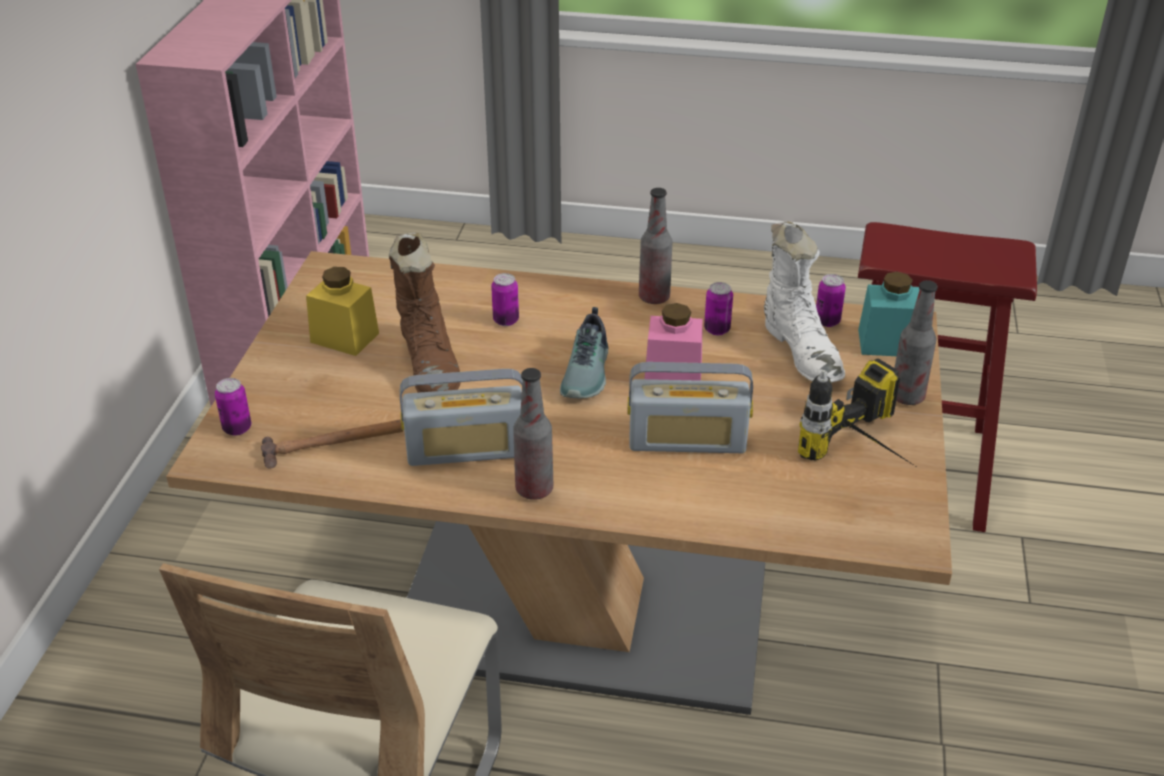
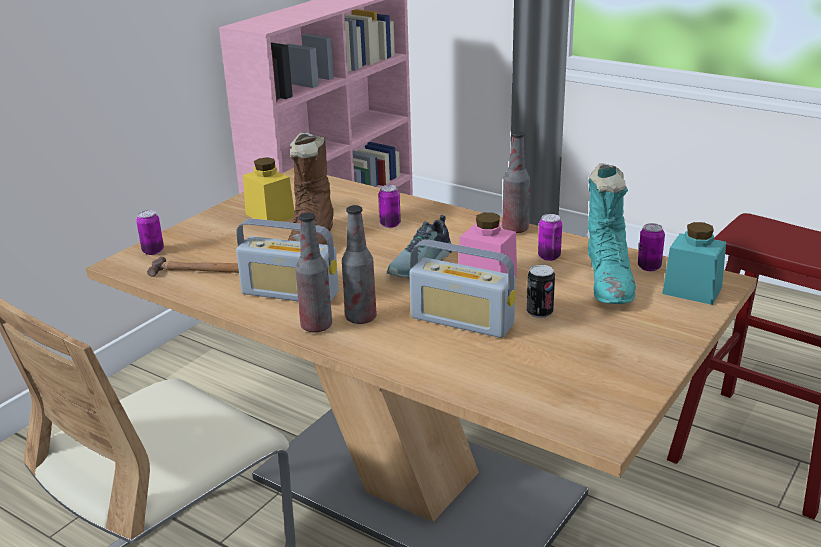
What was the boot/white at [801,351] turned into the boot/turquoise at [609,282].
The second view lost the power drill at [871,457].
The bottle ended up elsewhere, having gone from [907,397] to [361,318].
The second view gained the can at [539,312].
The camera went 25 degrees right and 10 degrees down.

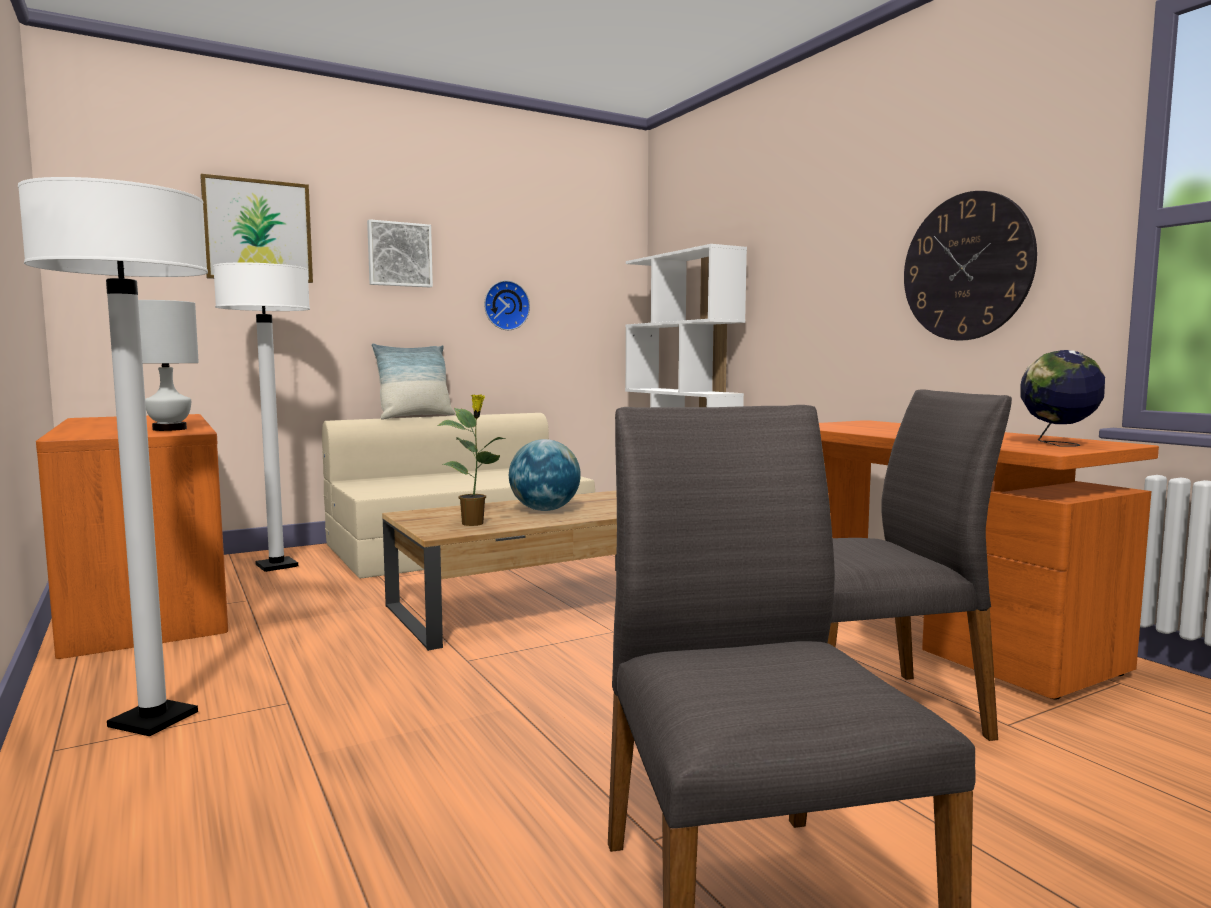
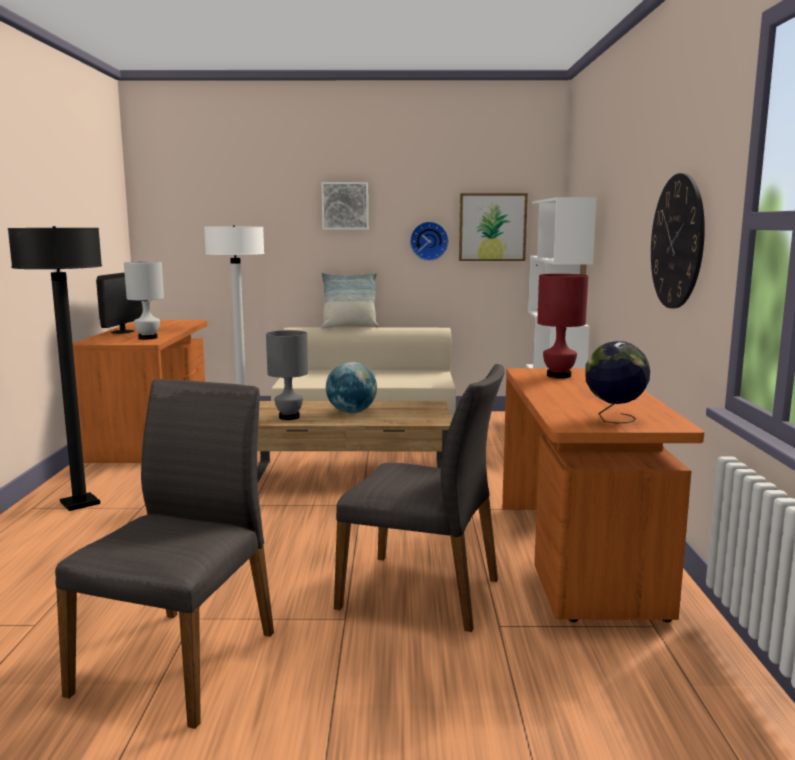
What was the floor lamp/white at [153,720] turned into the floor lamp/black at [80,503].
The picture ended up elsewhere, having gone from [258,231] to [492,227].
Where the potted plant stood at [474,523], the table lamp/grey came to stand at [289,417].
The second view gained the monitor at [122,332].
The second view gained the table lamp/red at [558,375].
The camera went 30 degrees right and 5 degrees up.

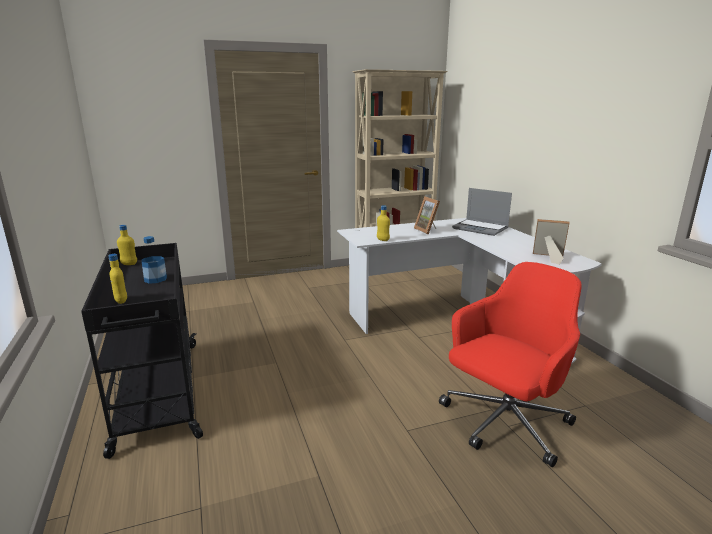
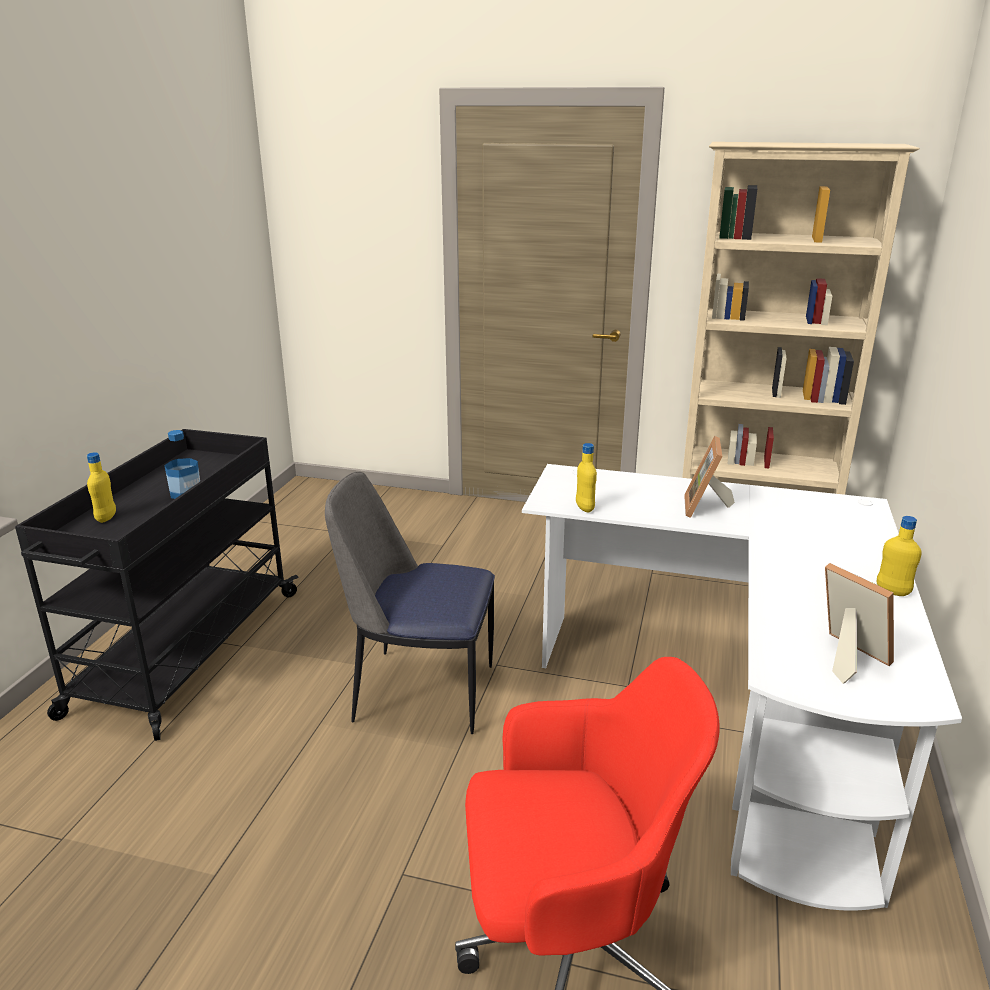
The bottle/yellow ended up elsewhere, having gone from [129,264] to [892,592].
The second view lost the laptop at [481,228].
The second view gained the chair at [419,691].
The camera went 35 degrees right and 5 degrees up.

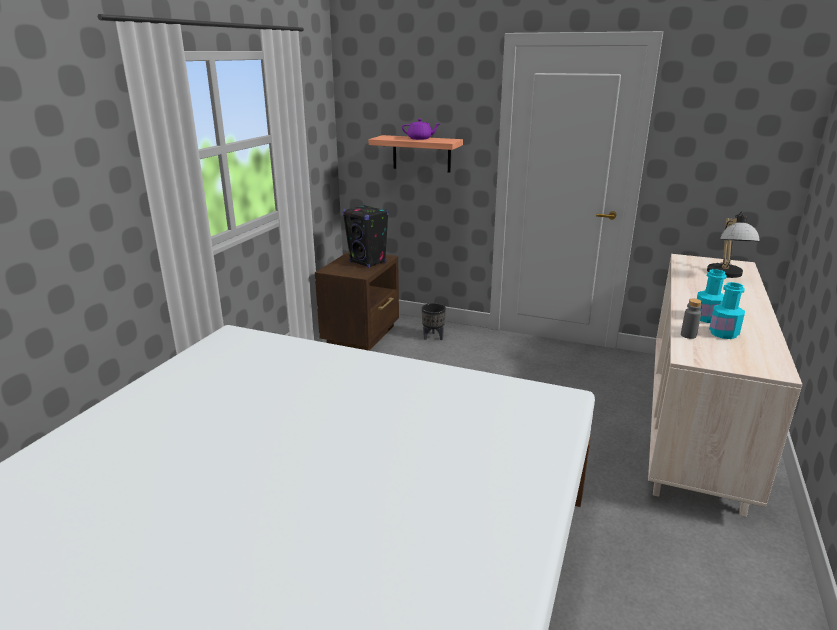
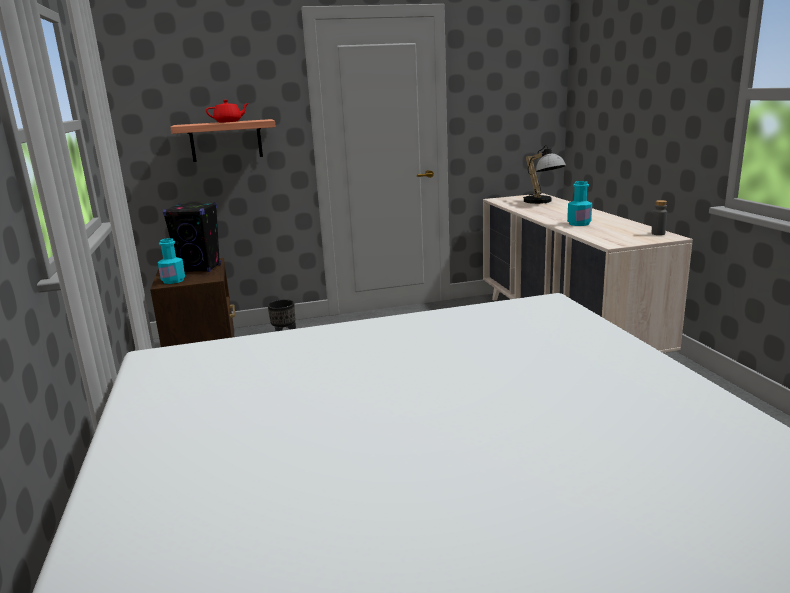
What was the teapot/purple at [420,139] turned into the teapot/red at [229,122].
The bottle/grey ended up elsewhere, having gone from [688,335] to [658,233].
The bottle/turquoise ended up elsewhere, having gone from [723,333] to [173,280].
The camera went 35 degrees left and 5 degrees down.

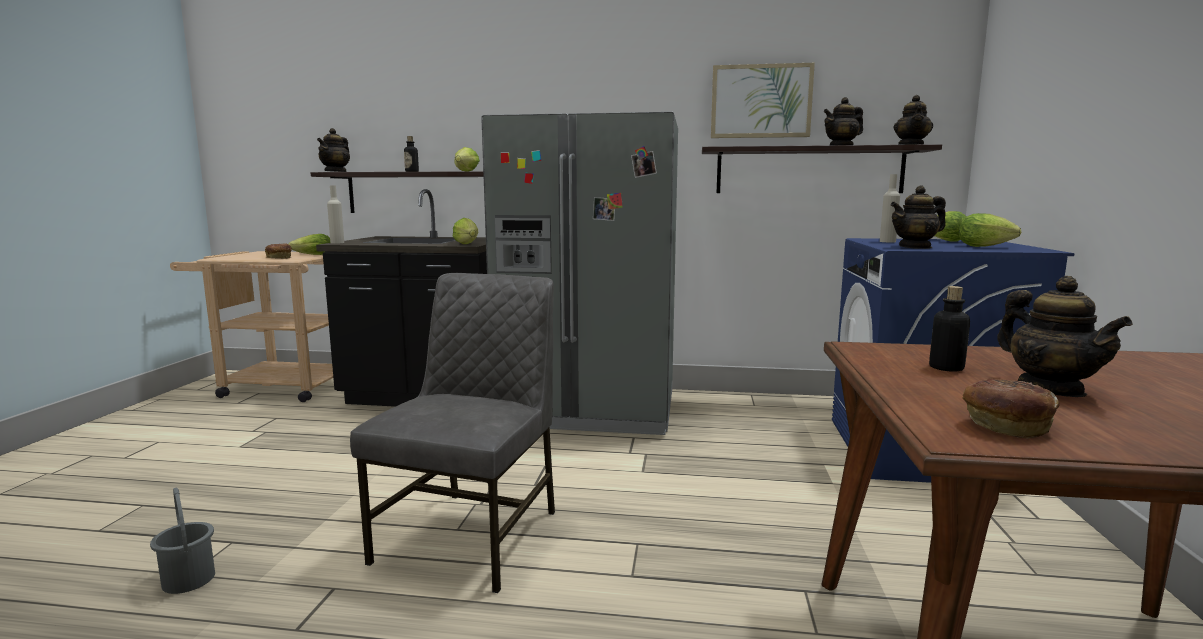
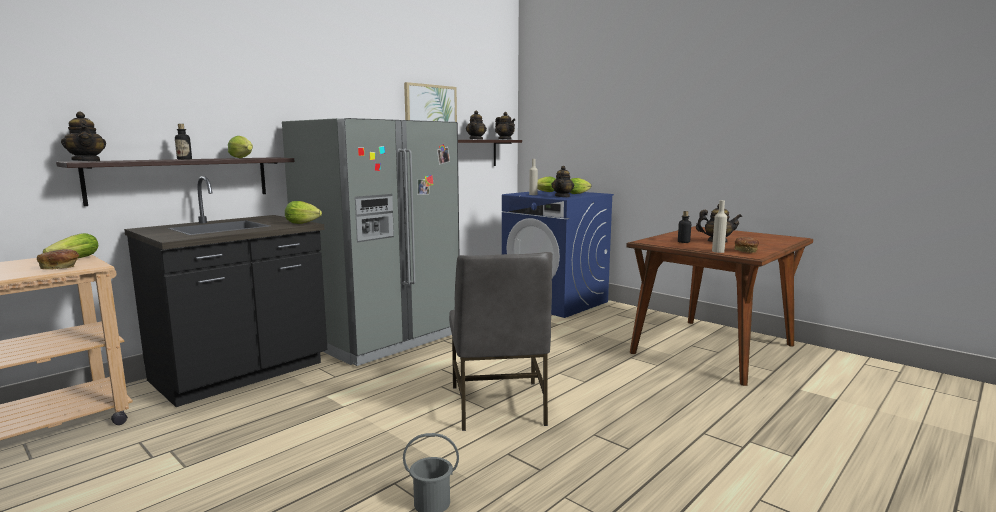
The bottle/beige ended up elsewhere, having gone from [337,243] to [718,251].
The chair/grey at [473,535] ended up facing another way, 150 degrees counterclockwise from before.
The camera went 55 degrees left and 0 degrees up.

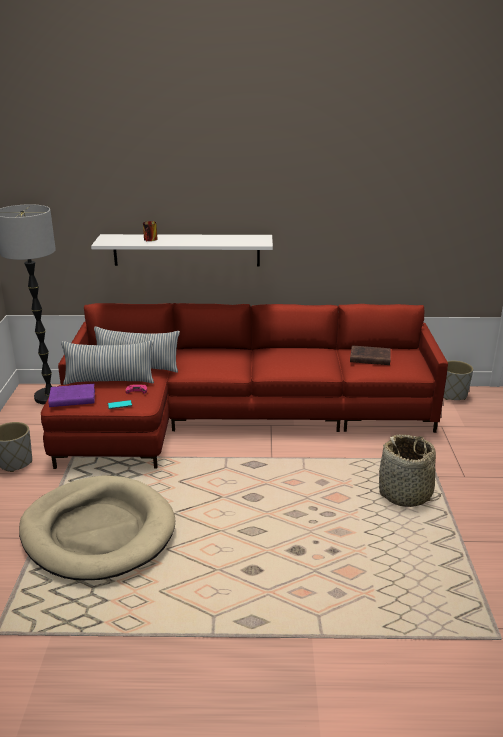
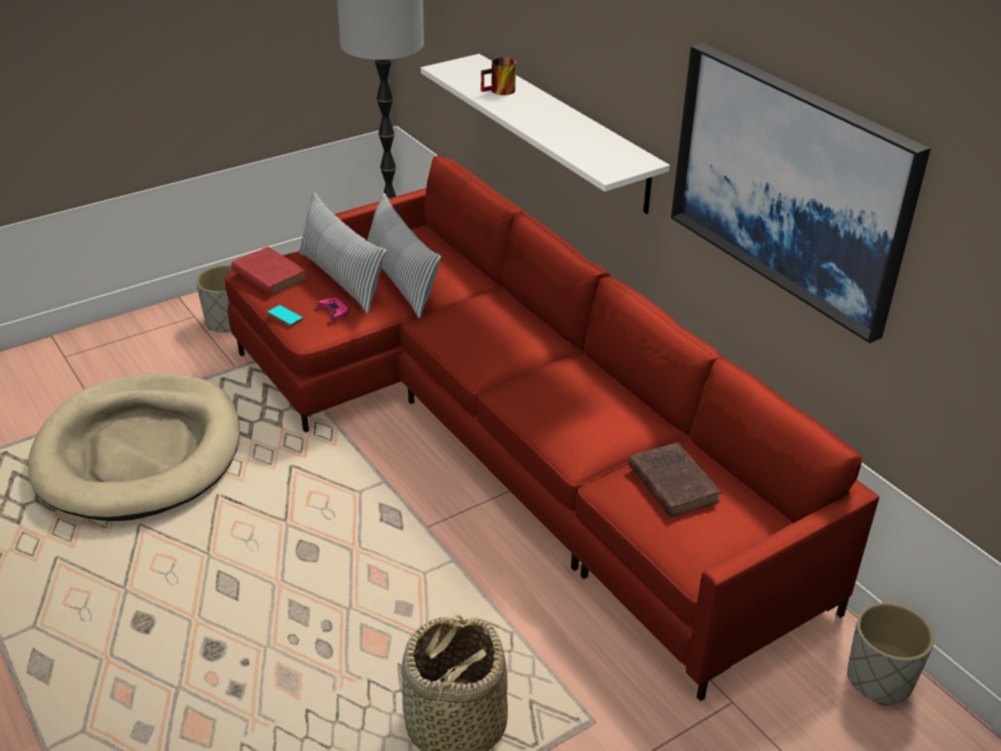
What was the book/purple at [71,398] turned into the book/red at [268,275].
The second view gained the picture at [790,185].
The camera went 55 degrees right and 10 degrees up.

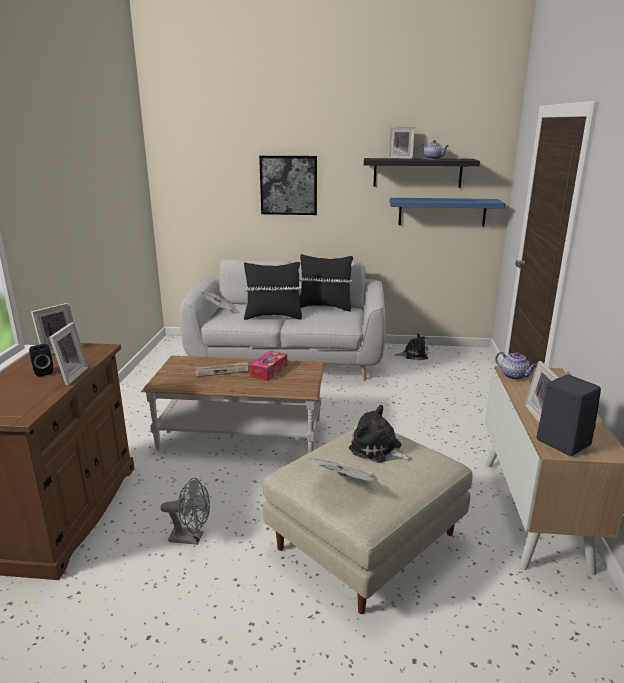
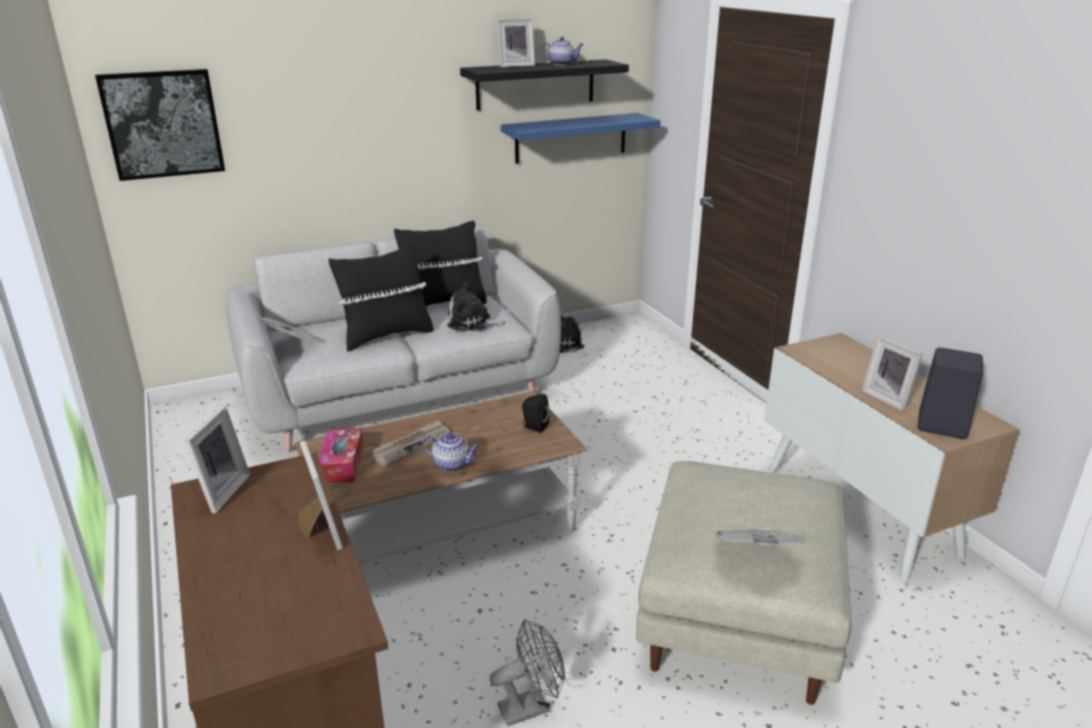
The speaker/black ended up elsewhere, having gone from [43,372] to [534,427].
The tissue box ended up elsewhere, having gone from [269,371] to [342,464].
The picture ended up elsewhere, having gone from [288,185] to [163,124].
The plush toy ended up elsewhere, having gone from [378,449] to [472,323].
The teapot ended up elsewhere, having gone from [514,376] to [452,464].
The camera went 30 degrees left and 5 degrees up.

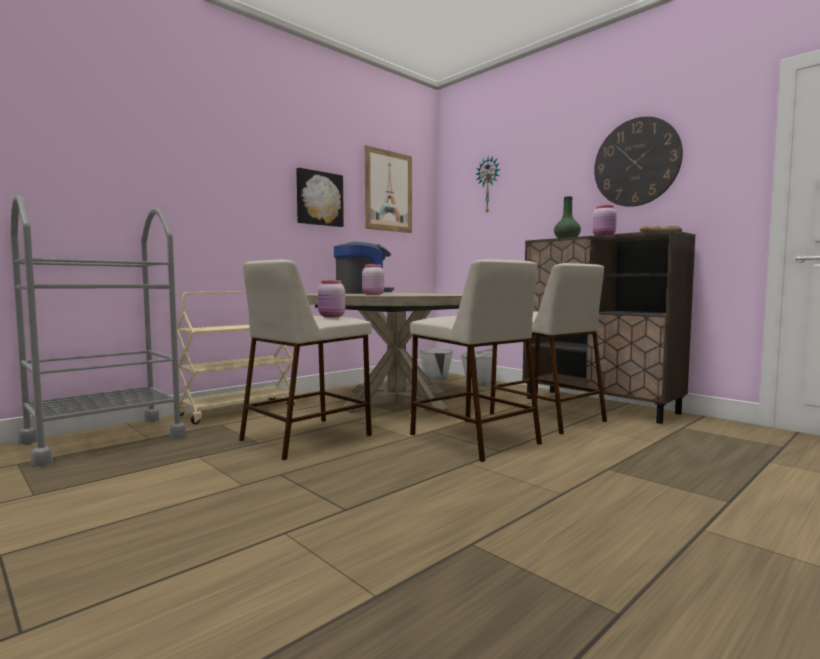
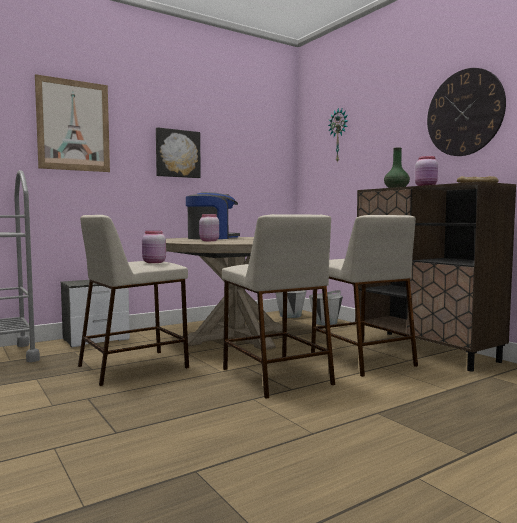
Where the cart/beige stood at [238,410], the nightstand came to stand at [97,339].
The picture ended up elsewhere, having gone from [388,191] to [73,125].
The camera went 10 degrees right and 0 degrees up.

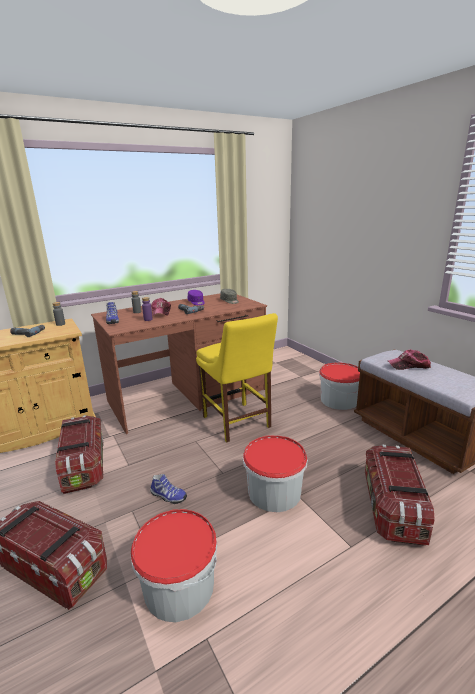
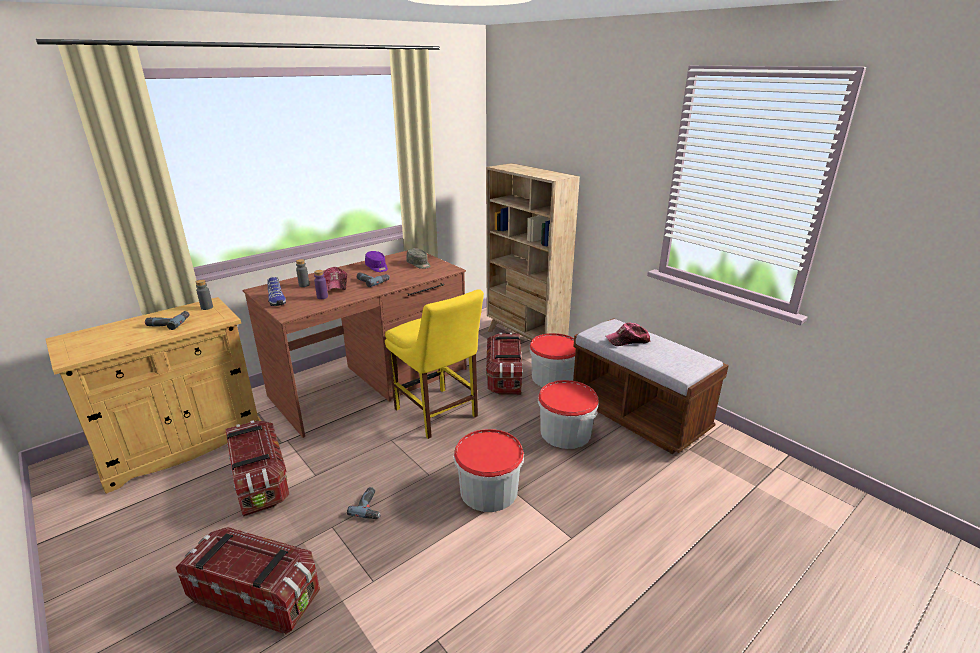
The bucket ended up elsewhere, having gone from [179,586] to [565,433].
Where the shoe stood at [168,496], the power drill came to stand at [370,507].
The storage box ended up elsewhere, having gone from [392,507] to [504,377].
The second view gained the bookcase/beige at [525,340].
The camera went 10 degrees left and 5 degrees up.

